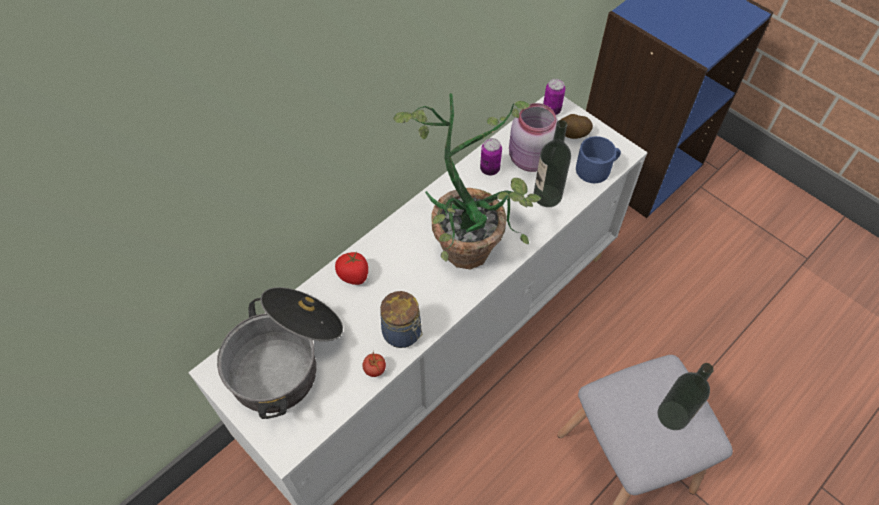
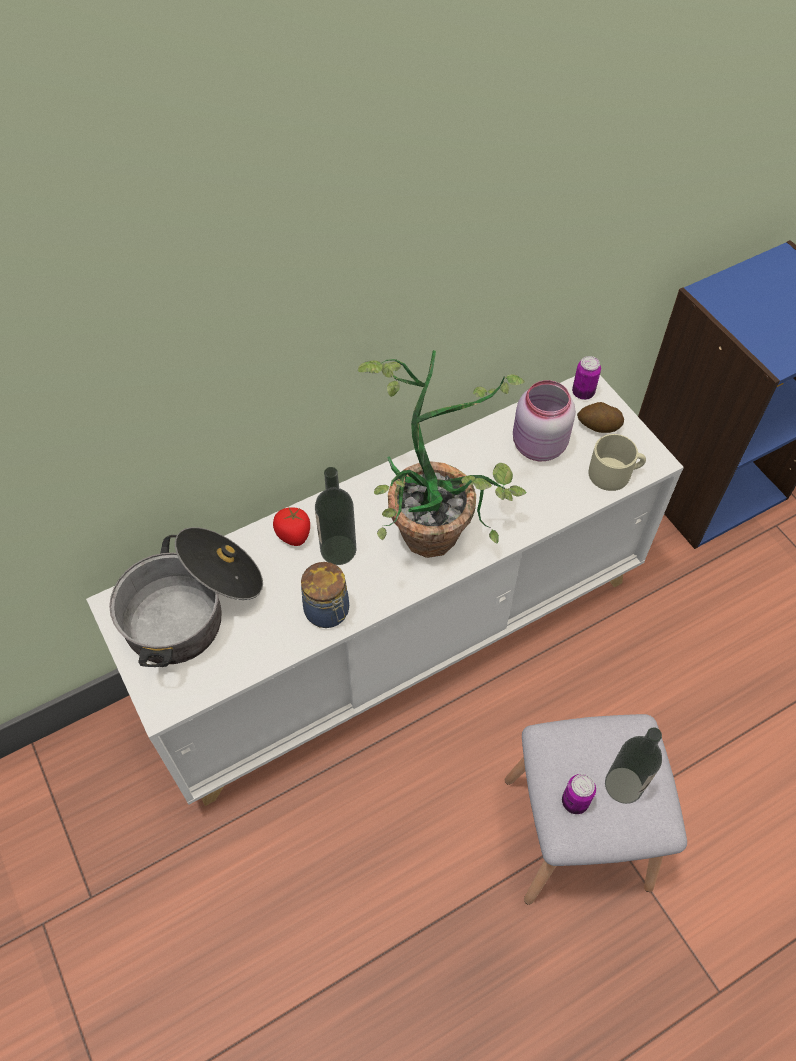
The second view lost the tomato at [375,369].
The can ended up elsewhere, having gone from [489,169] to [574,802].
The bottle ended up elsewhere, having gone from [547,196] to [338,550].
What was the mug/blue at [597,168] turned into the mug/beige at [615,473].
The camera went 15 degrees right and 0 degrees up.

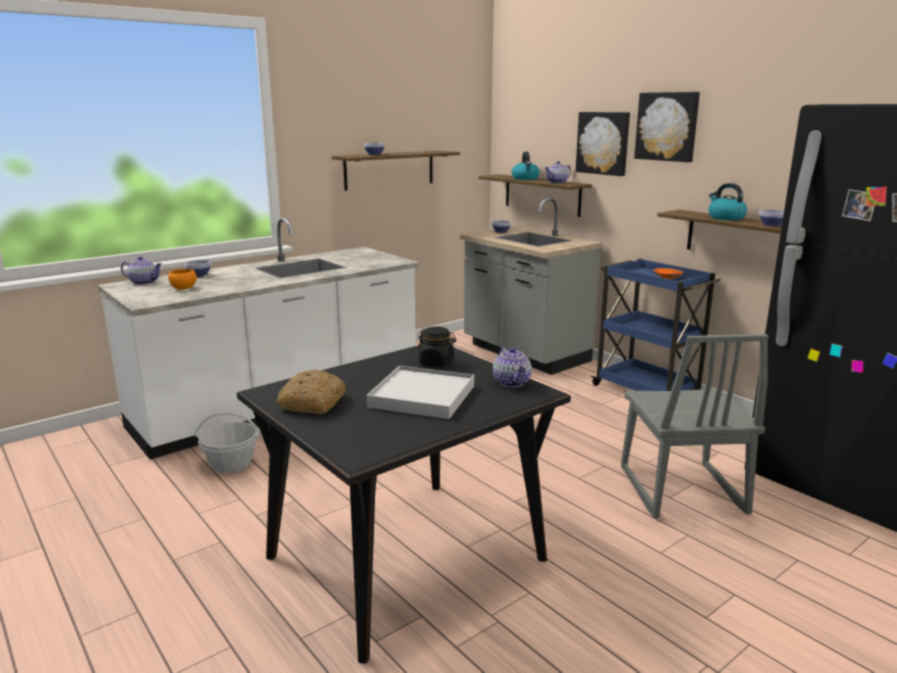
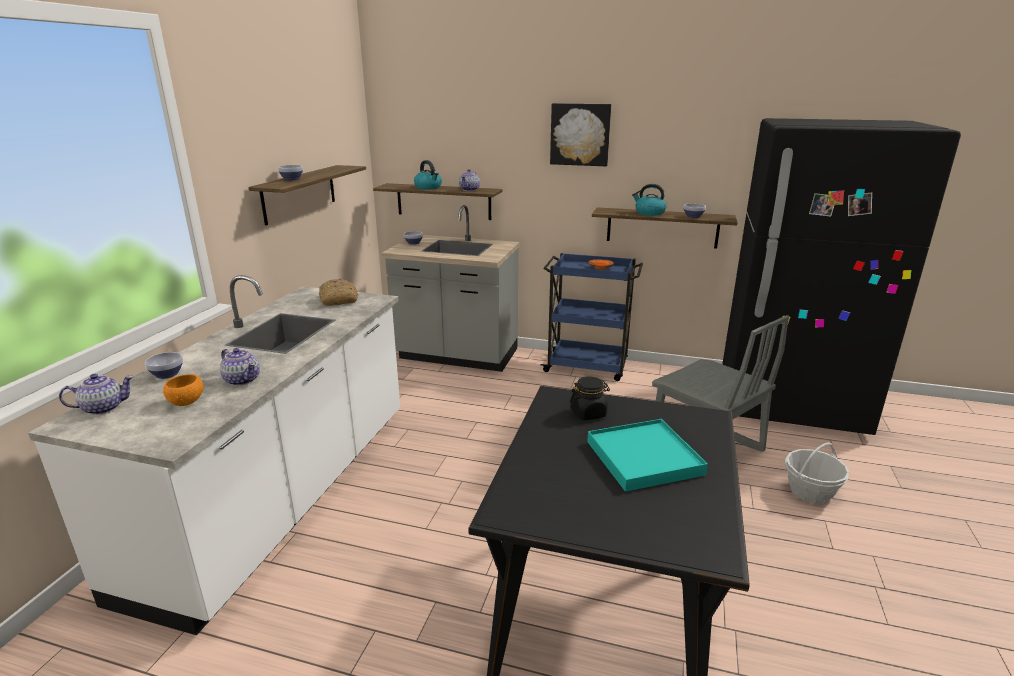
The basket ended up elsewhere, having gone from [231,463] to [810,492].
The bread ended up elsewhere, having gone from [313,402] to [338,300].
What was the tray/white at [422,396] turned into the tray/turquoise at [644,457].
The teapot ended up elsewhere, having gone from [511,382] to [242,380].
The second view lost the picture at [603,143].
The camera went 35 degrees left and 5 degrees up.

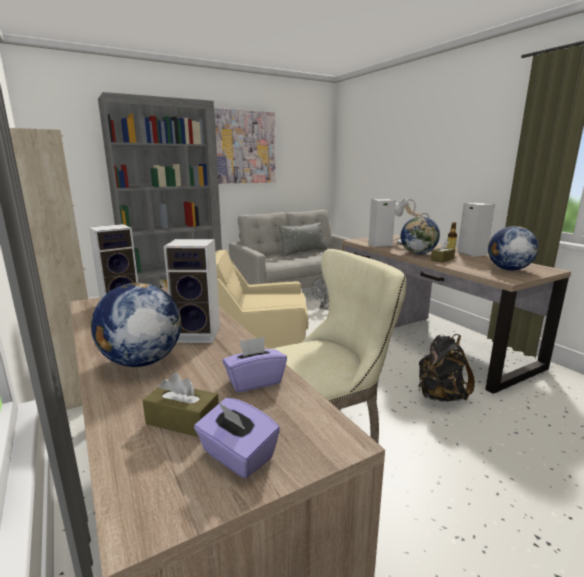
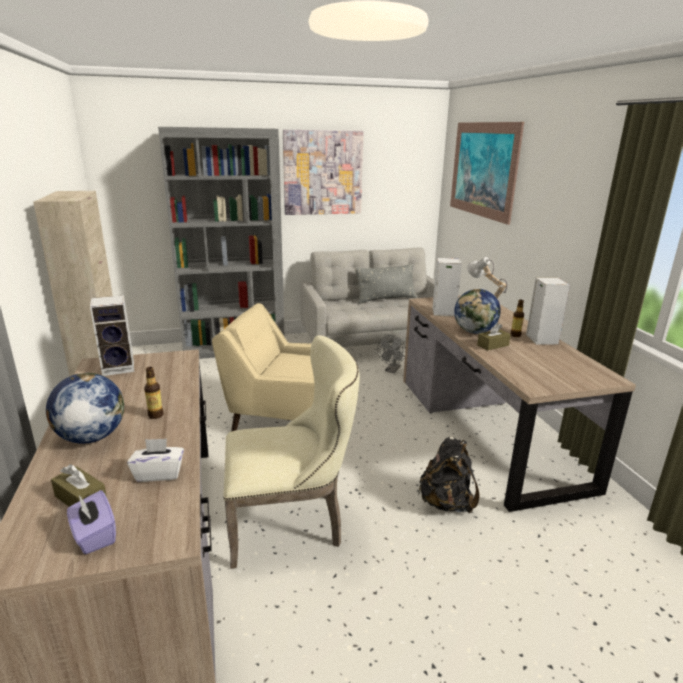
Where the speaker stood at [199,334], the bottle came to stand at [156,415].
What was the tissue box/purple at [254,381] turned into the tissue box/white at [159,473].
The second view lost the globe at [508,269].
The second view gained the picture at [483,169].
The camera went 15 degrees right and 5 degrees up.

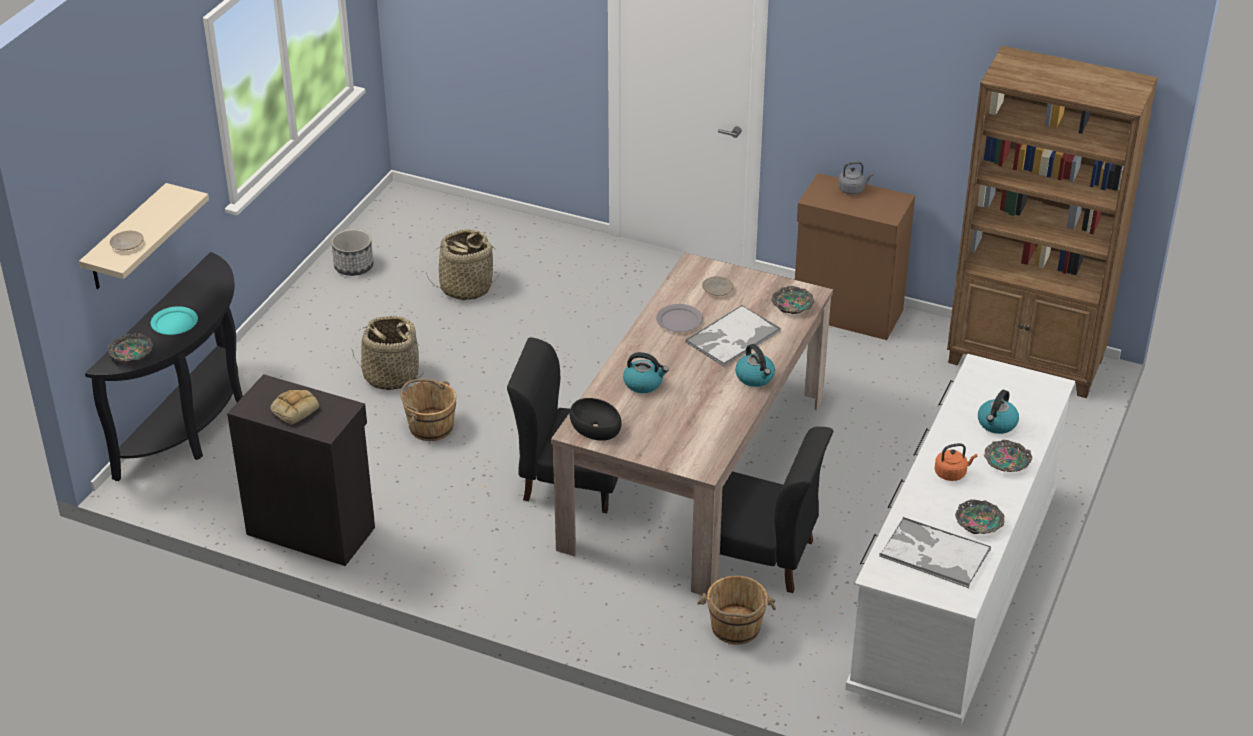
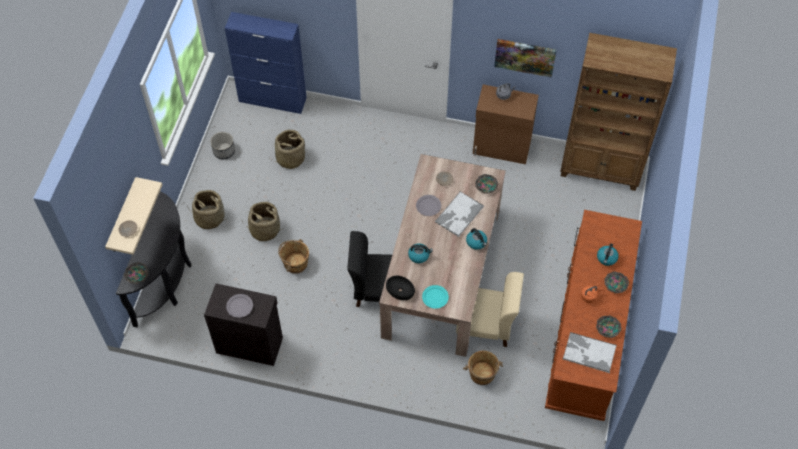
The plate/turquoise ended up elsewhere, having gone from [174,323] to [435,297].
Where the bread stood at [295,409], the plate/grey came to stand at [239,306].
What was the chair/black at [761,556] turned into the chair/beige at [486,325].
What was the dresser/white at [954,593] turned into the dresser/brown at [587,334].
The second view gained the basket at [209,217].
The second view gained the cabinet/blue at [273,100].
The second view gained the picture at [525,57].
The camera went 10 degrees left and 20 degrees up.

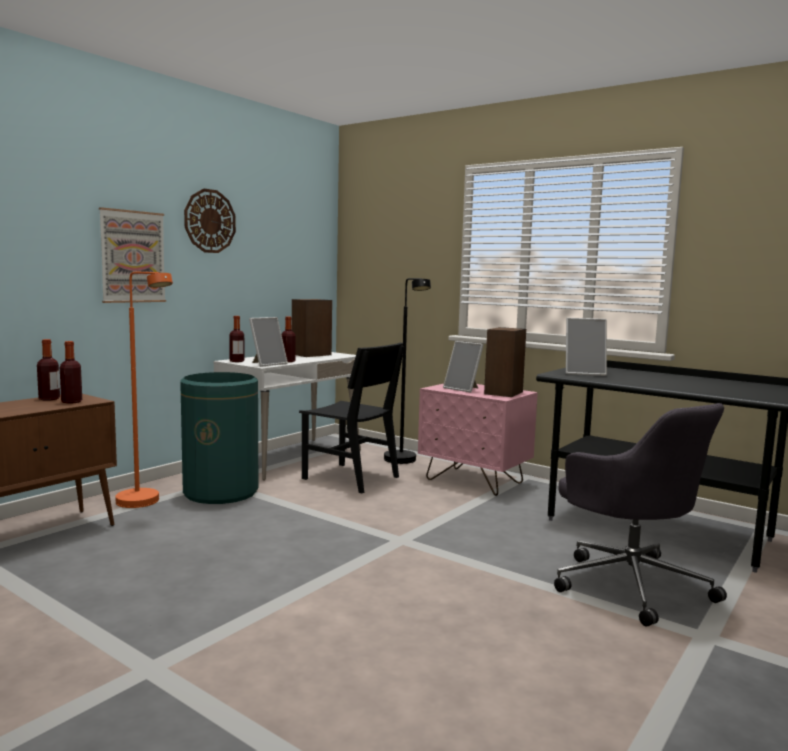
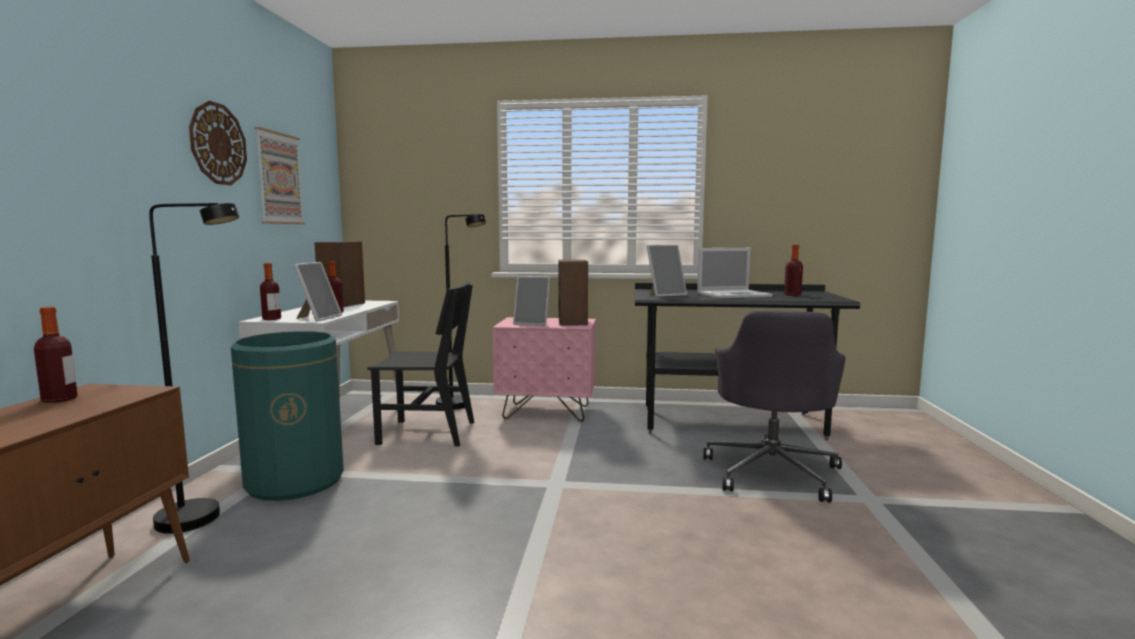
The bottle ended up elsewhere, having gone from [71,402] to [792,295].
The picture ended up elsewhere, having gone from [132,256] to [279,178].
What was the floor lamp/orange at [145,503] turned into the floor lamp/black at [203,520].
The office chair/grey at [629,583] ended up facing another way, 75 degrees clockwise from before.
The second view gained the laptop at [734,295].
The camera went 30 degrees left and 0 degrees up.

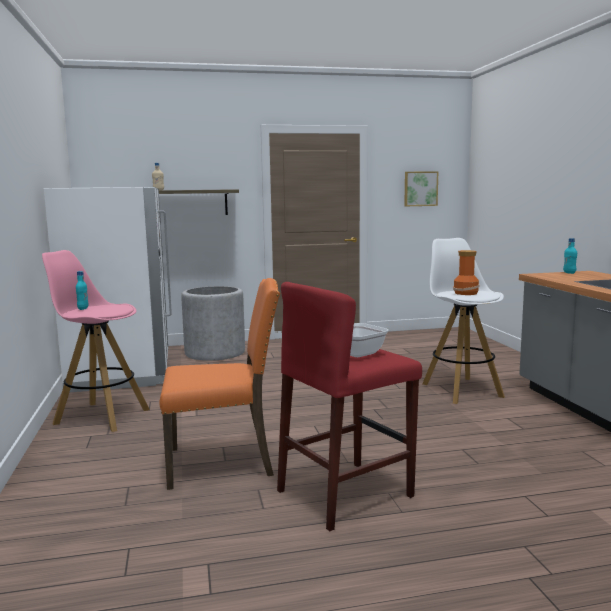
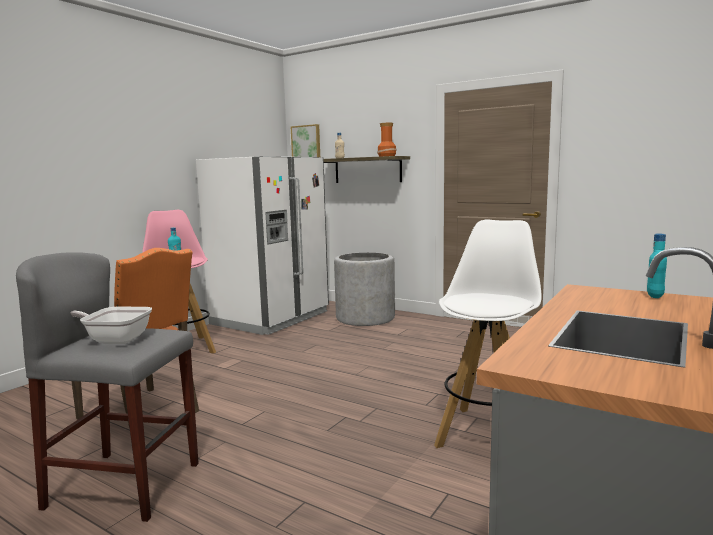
What was the stool/red at [345,493] turned into the stool/grey at [124,485].
The picture ended up elsewhere, having gone from [420,189] to [306,142].
The vase ended up elsewhere, having gone from [466,293] to [387,156].
The camera went 45 degrees right and 0 degrees up.

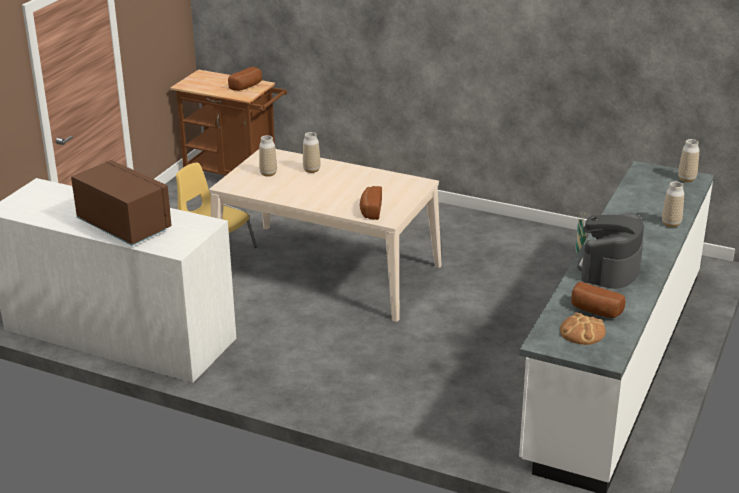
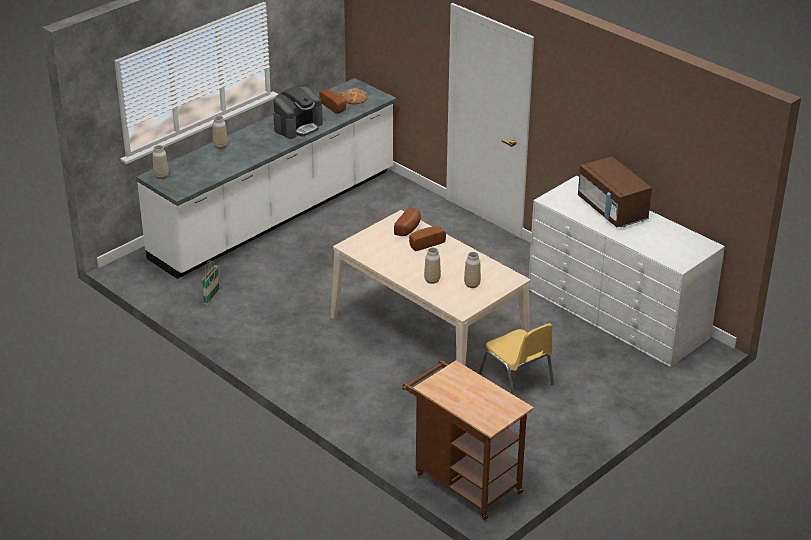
The bread ended up elsewhere, having gone from [247,86] to [425,243].
The camera went 160 degrees left and 5 degrees up.

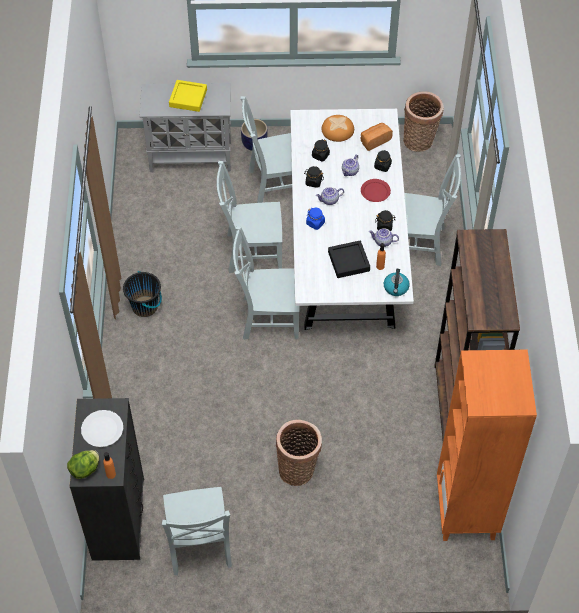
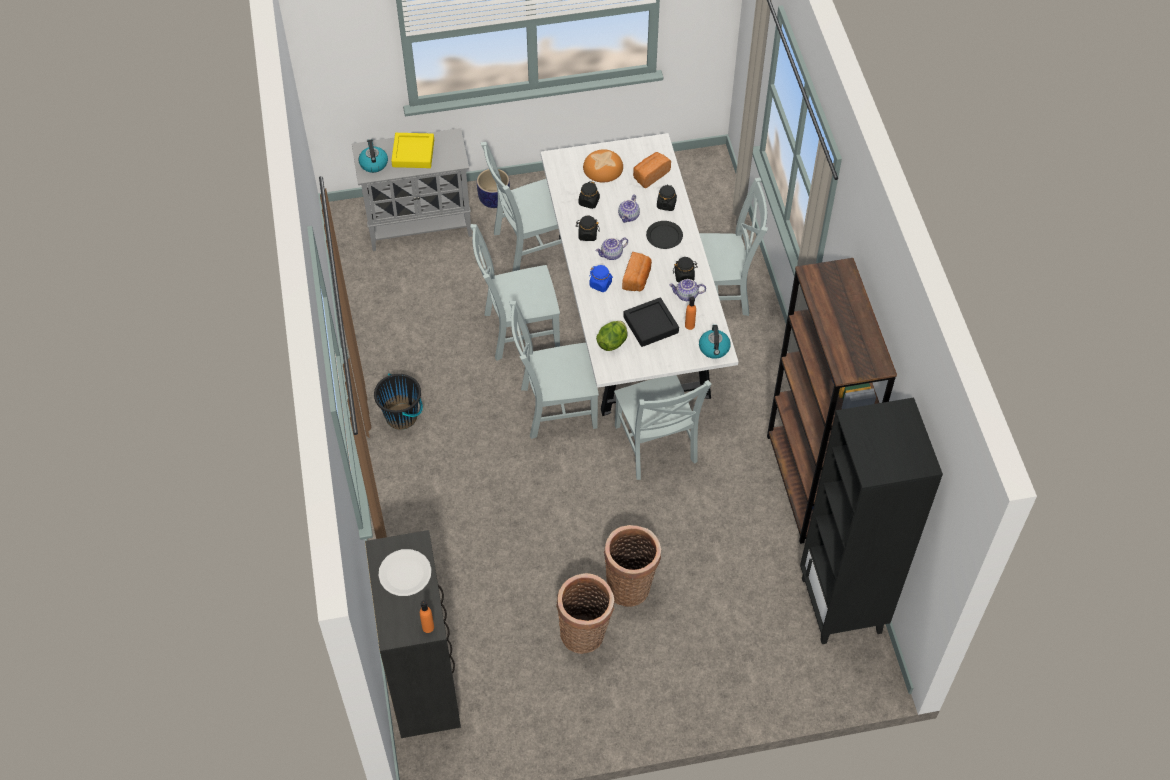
The lettuce ended up elsewhere, having gone from [85,469] to [612,342].
The chair/grey ended up elsewhere, having gone from [199,546] to [656,447].
What was the plate/red at [375,191] turned into the plate/black at [664,236].
The basket ended up elsewhere, having gone from [420,141] to [585,634].
What was the bookcase/orange at [466,512] turned into the bookcase/black at [842,606].
The second view gained the kettle at [373,163].
The second view gained the bread at [637,278].
The camera went 10 degrees left and 0 degrees up.

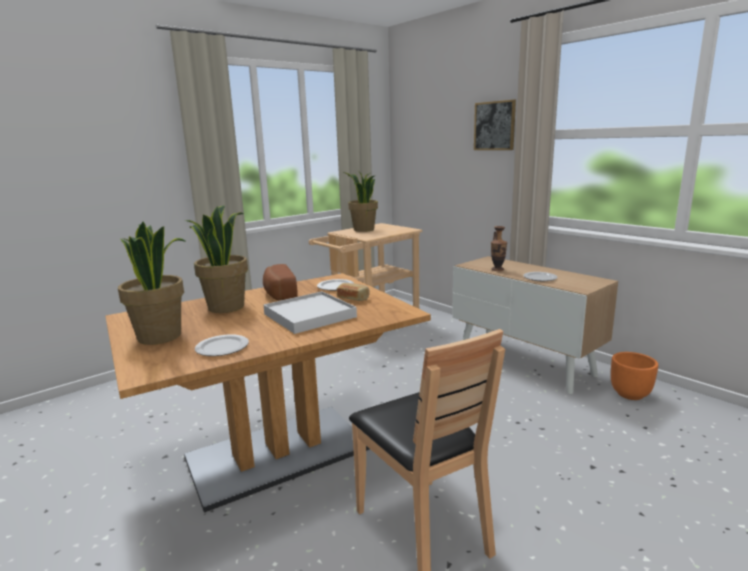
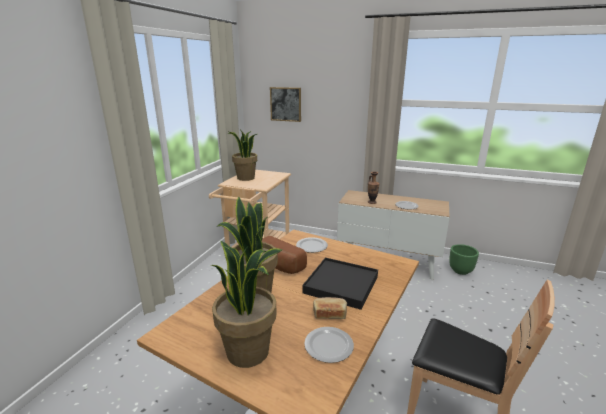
What was the tray/white at [310,315] turned into the tray/black at [341,284].
The bread ended up elsewhere, having gone from [353,298] to [329,314].
The picture ended up elsewhere, having gone from [494,126] to [286,104].
What was the planter/orange at [630,394] turned into the planter/green at [461,270].
The camera went 30 degrees left and 5 degrees up.

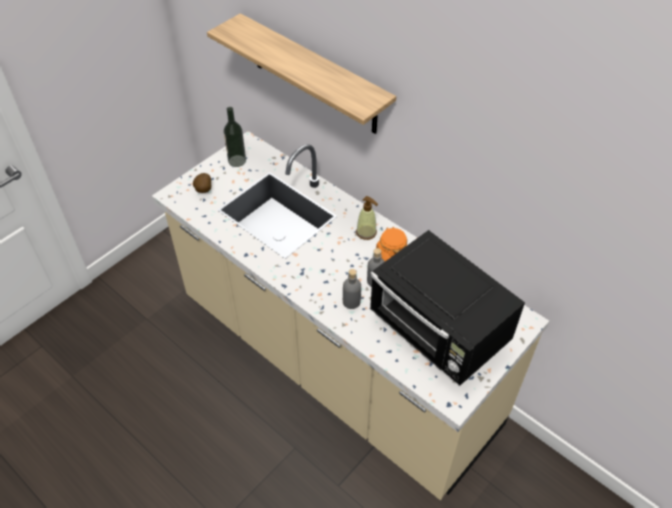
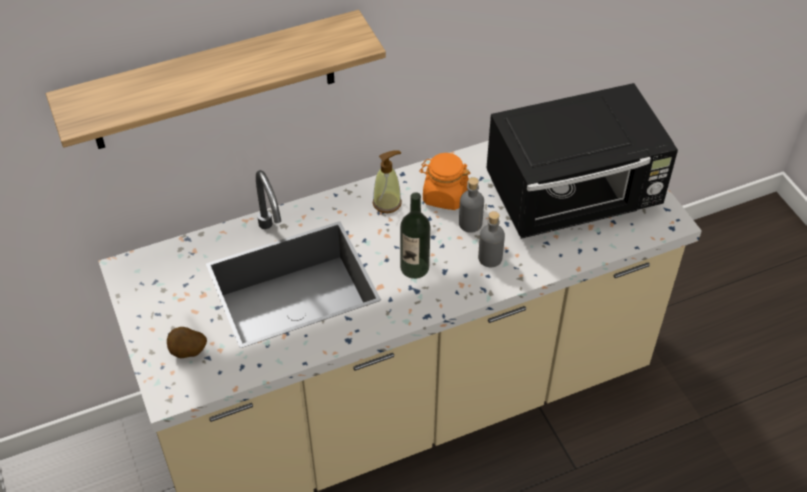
The bottle ended up elsewhere, having gone from [237,161] to [414,267].
The camera went 65 degrees left and 0 degrees up.

